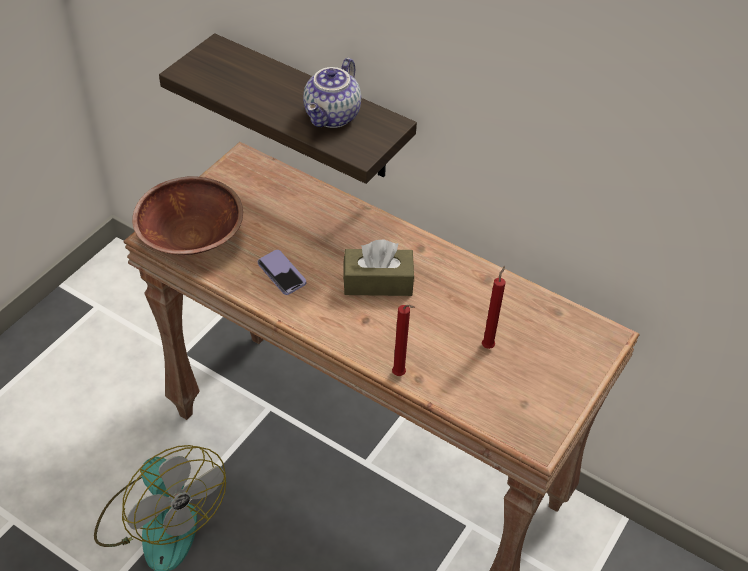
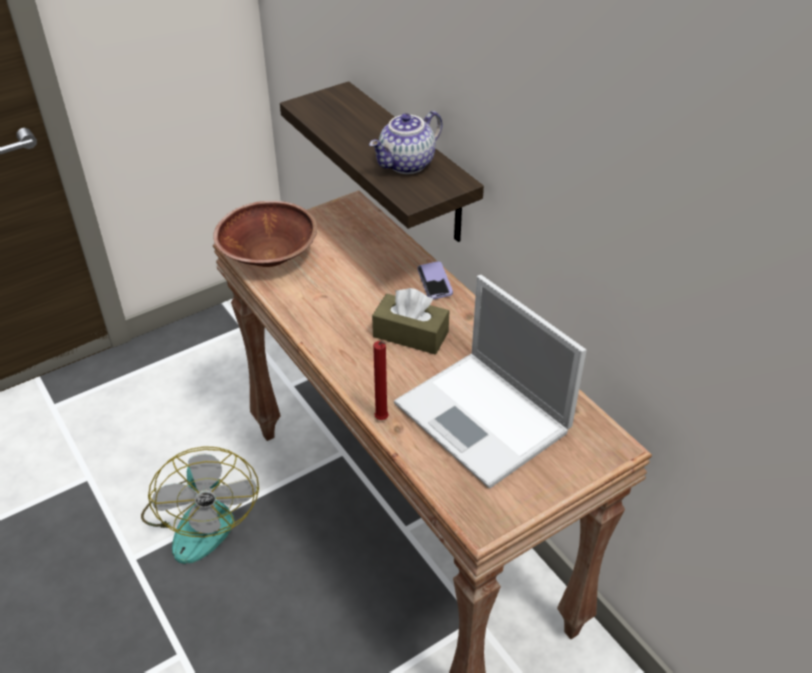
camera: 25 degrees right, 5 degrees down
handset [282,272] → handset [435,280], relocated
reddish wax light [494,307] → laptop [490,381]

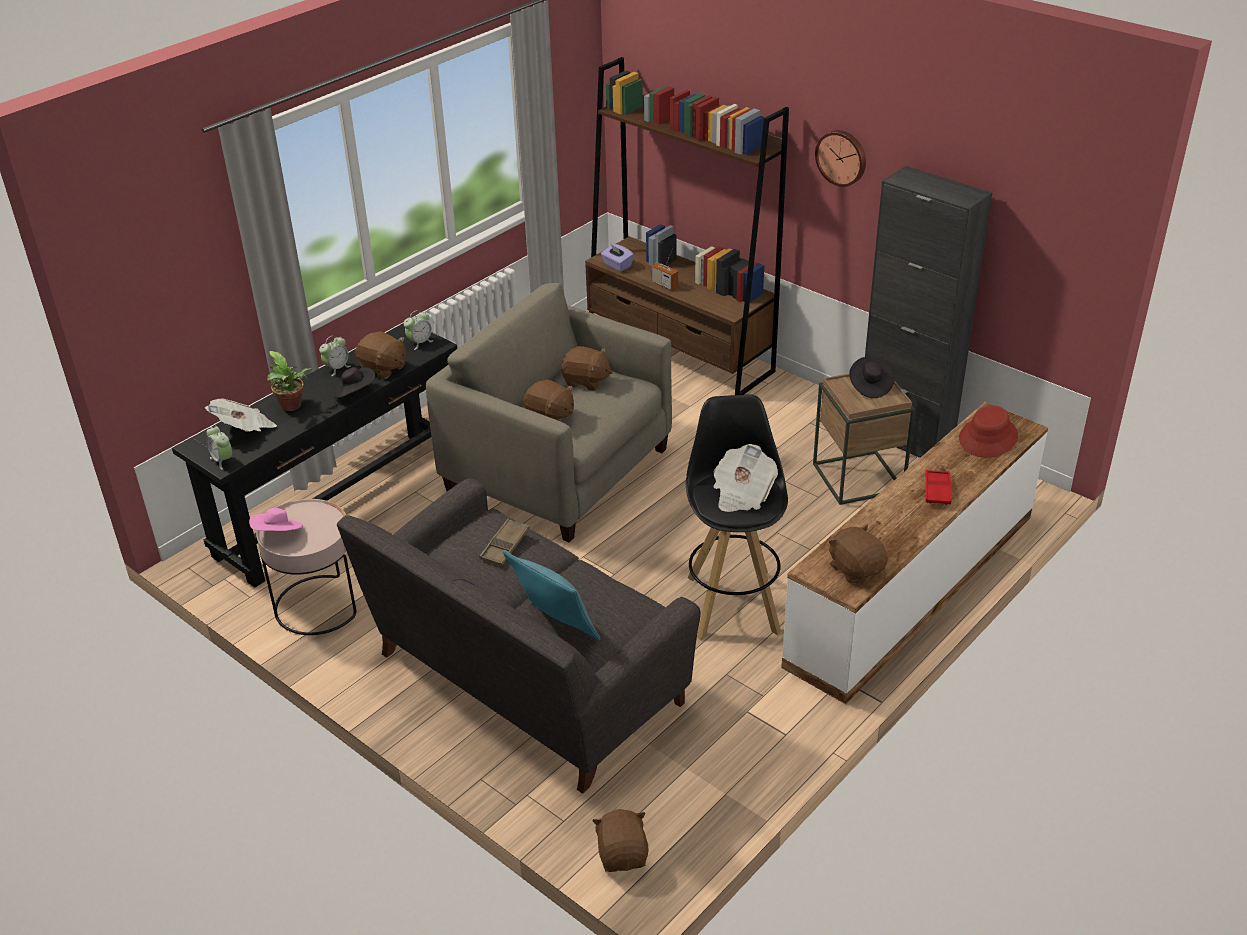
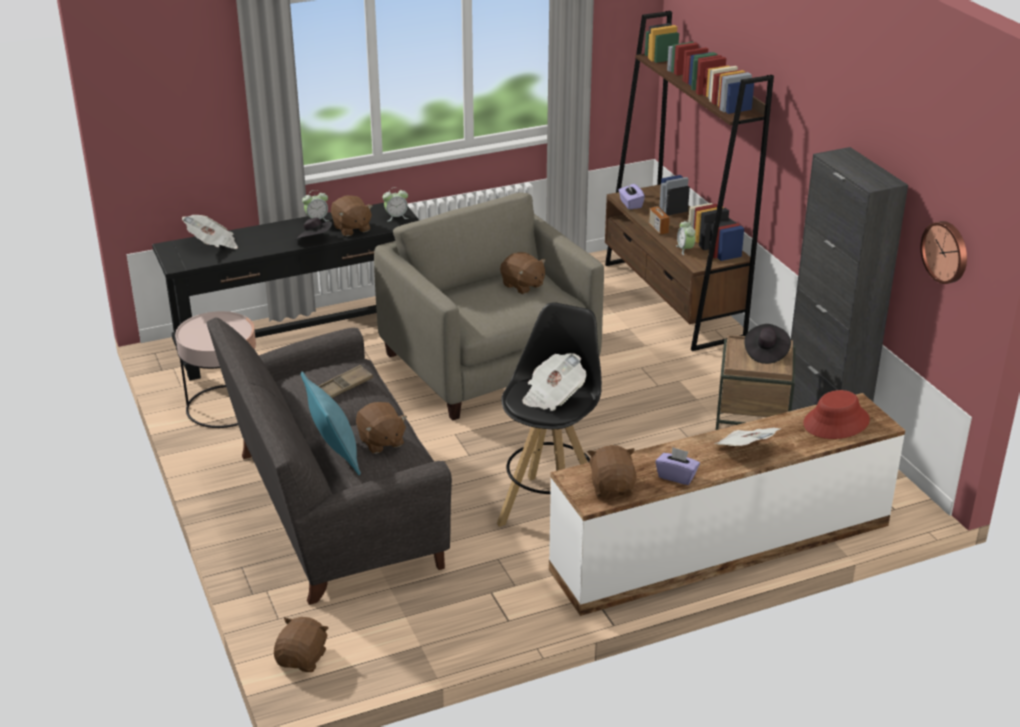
camera: 25 degrees right, 5 degrees down
table clock [219,448] → table clock [686,237], relocated
pinkish wearable hat [276,519] → -
houseplant [289,381] → -
brown soft toy [548,400] → brown soft toy [381,428], relocated
wall clock [840,158] → wall clock [944,252], relocated
reddish serving tray [938,487] → printed paper [747,437]
- → purple tissue box [678,466]

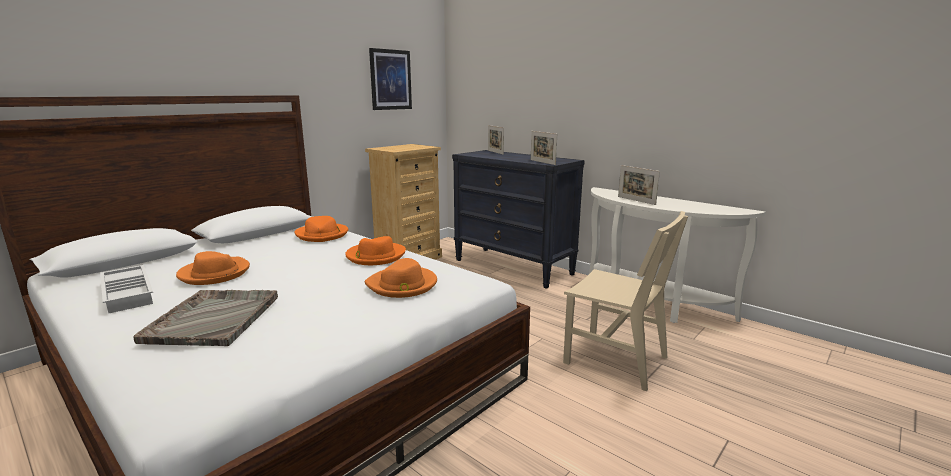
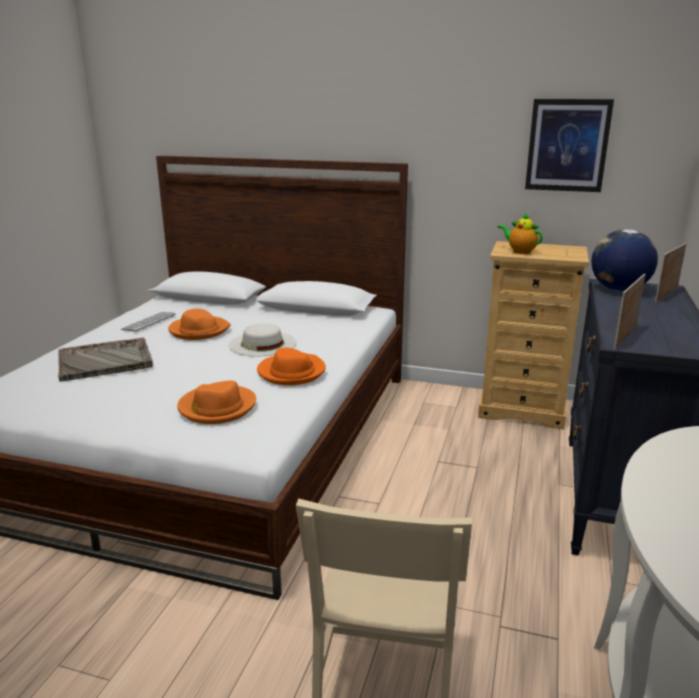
camera: 65 degrees right, 5 degrees up
whitish serving tray [126,289] → PC keyboard [148,322]
orange-coloured wearable hat [321,229] → -
photo frame [639,185] → -
- → whitish wearable hat [262,339]
- → tea pot [520,233]
- → desk globe [624,260]

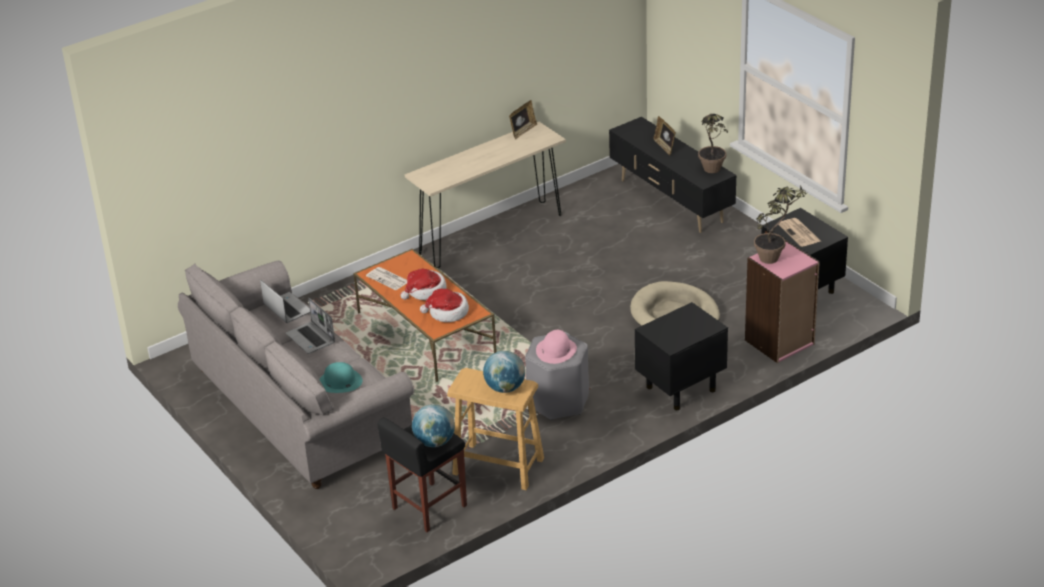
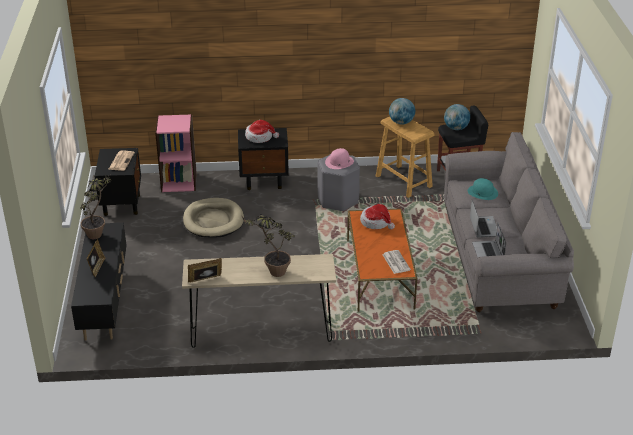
camera: 150 degrees left, 0 degrees up
wearable hat [423,284] → wearable hat [262,131], relocated
houseplant [780,224] → houseplant [268,246], relocated

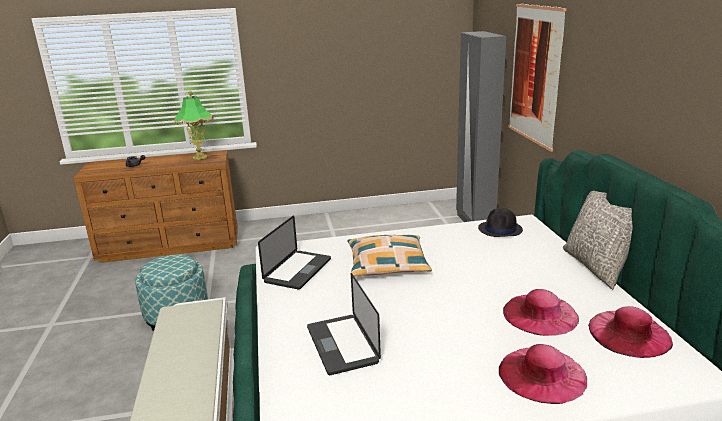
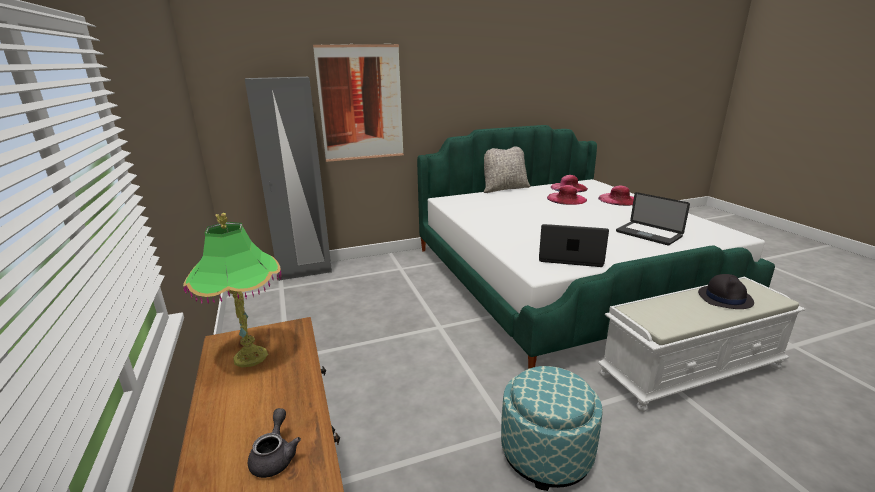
camera: 100 degrees left, 0 degrees up
laptop [344,324] → laptop [653,218], 75 degrees clockwise
throw pillow [389,255] → -
black-coloured wearable hat [500,222] → black-coloured wearable hat [726,291], relocated

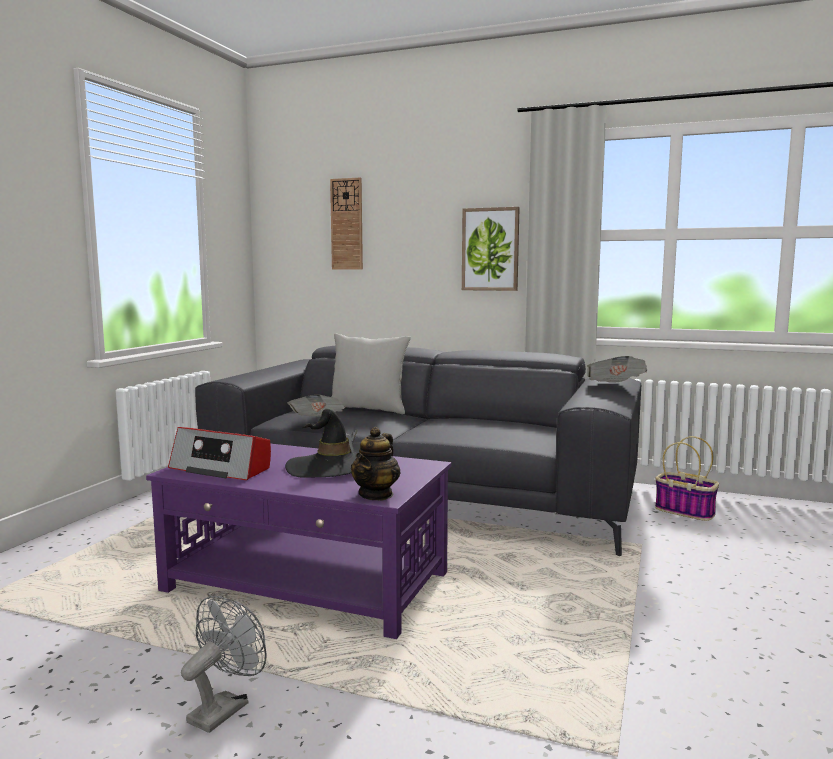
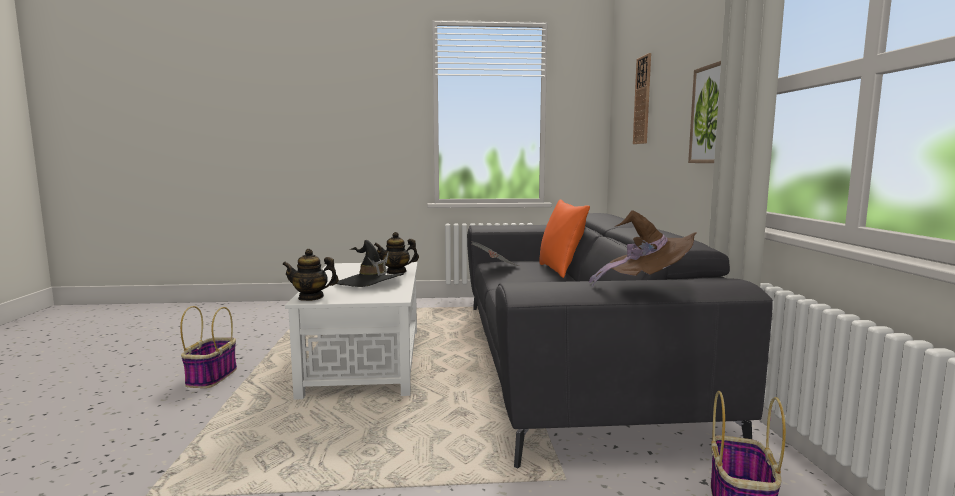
camera: 65 degrees right, 0 degrees up
purple lounge table [299,541] → whitish lounge table [351,331]
radio set [219,453] → -
greyish fan [224,664] → storage basket [208,347]
greyish throw pillow [371,374] → orange-coloured throw pillow [564,238]
printed paper [617,369] → brown wearable hat [643,248]
- → tea pot [396,253]

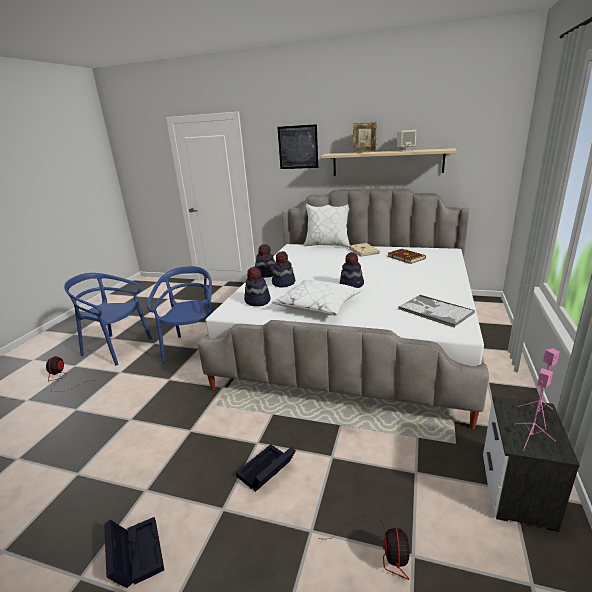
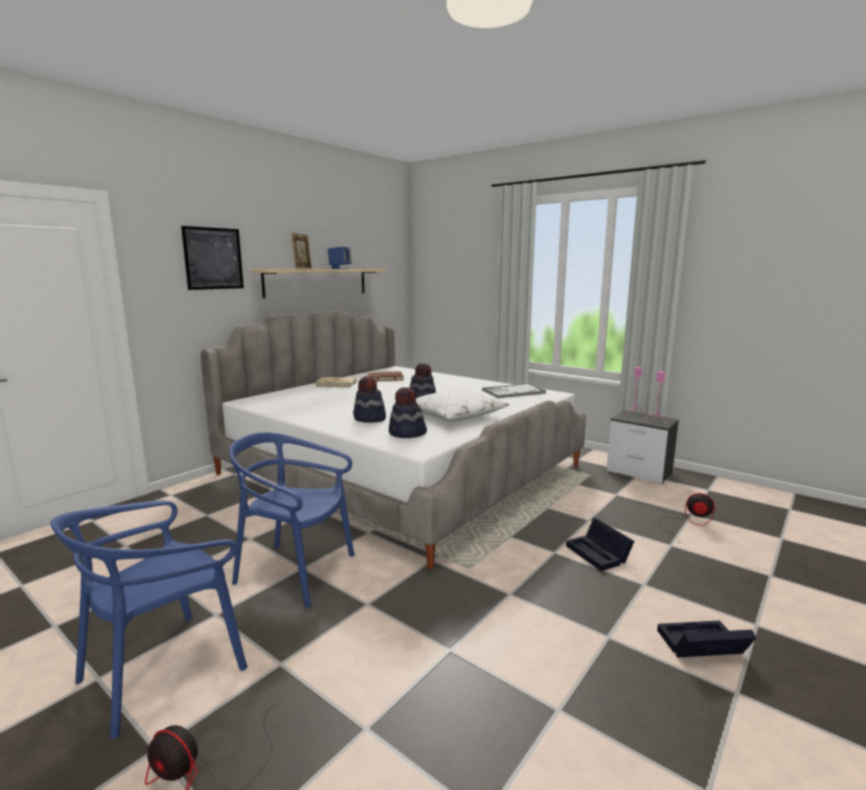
camera: 70 degrees left, 10 degrees down
wearable hat [265,261] → -
whitish throw pillow [326,225] → -
beige loudspeaker [406,141] → blue loudspeaker [340,257]

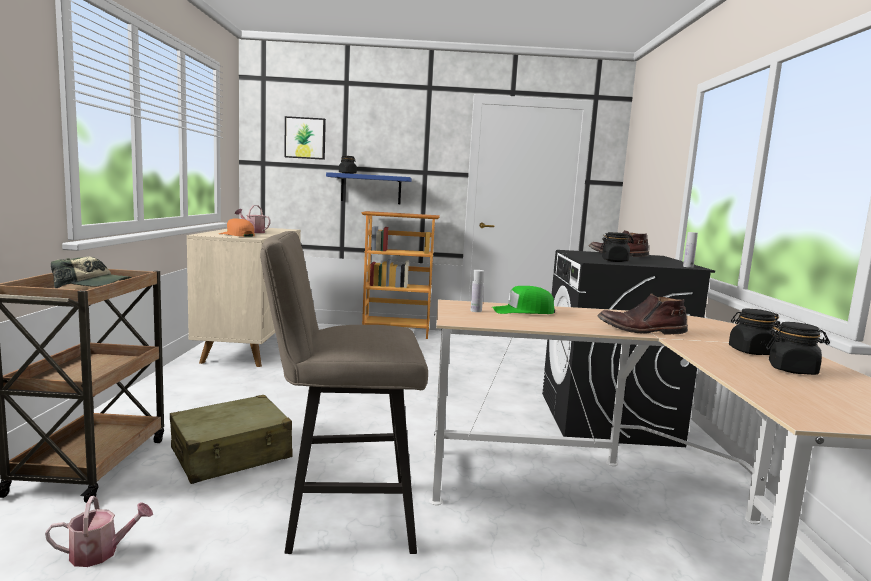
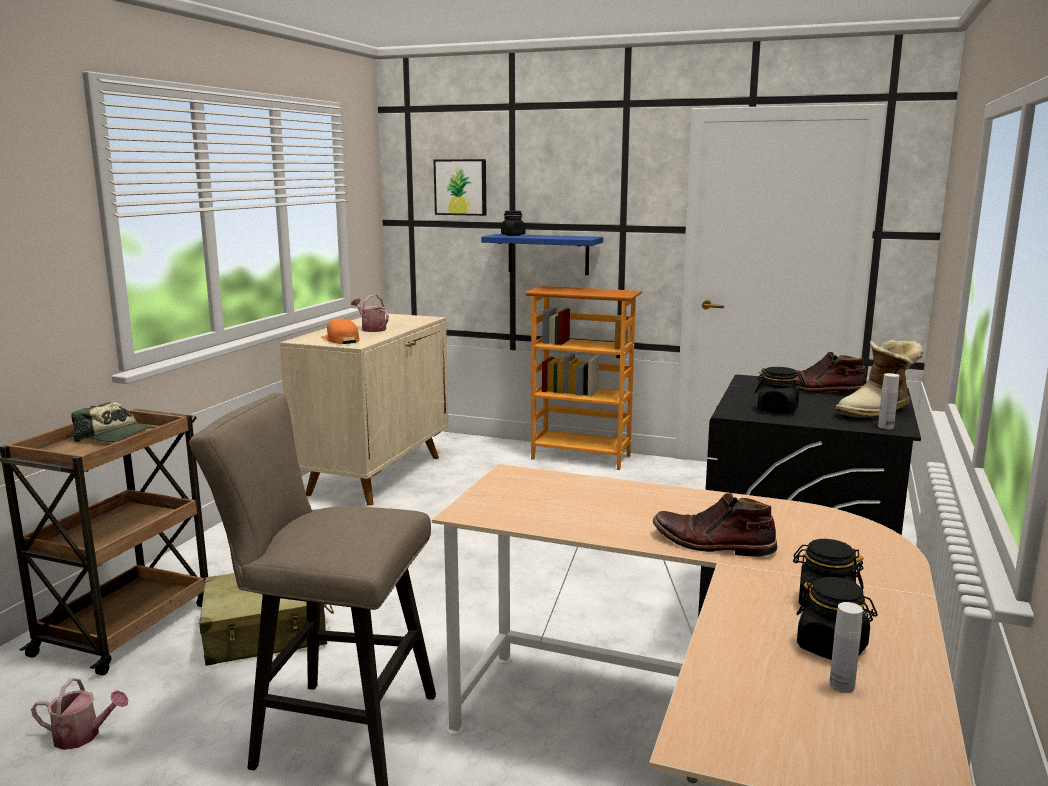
camera: 20 degrees right, 5 degrees up
whitish beverage bottle [477,291] → whitish beverage bottle [846,647], relocated
green peaked cap [523,300] → -
- → high-top boot [879,379]

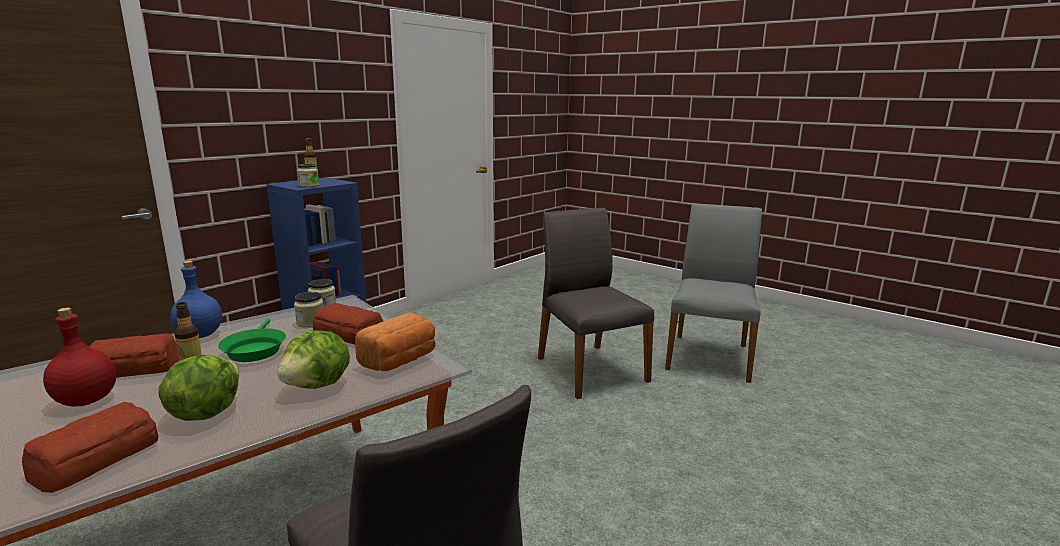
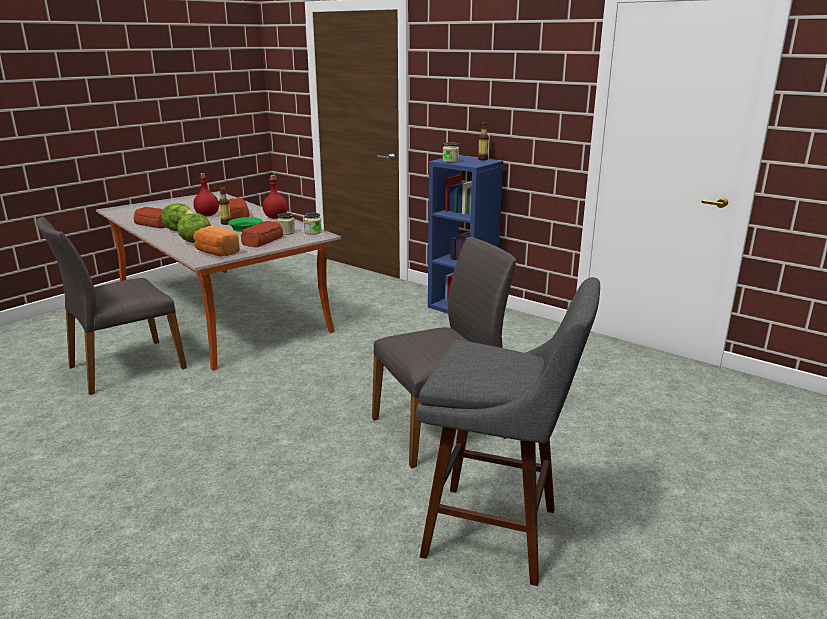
camera: 90 degrees right, 5 degrees up
blue beverage bottle [196,299] → reddish beverage bottle [275,197]
greyish chair [713,293] → greyish stool seat [508,431]

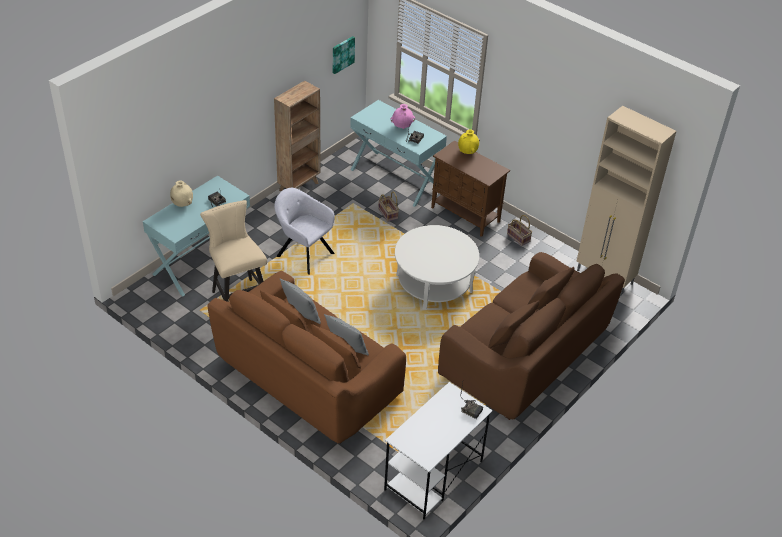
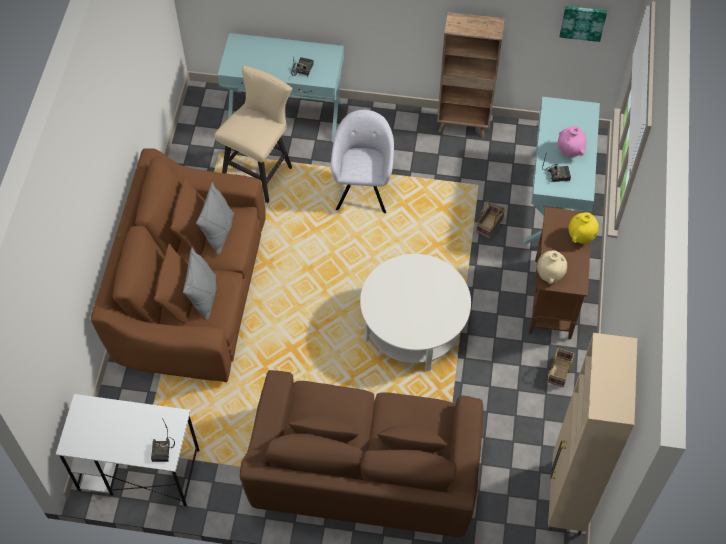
camera: 60 degrees right, 15 degrees up
beige decorative vase [181,193] → beige decorative vase [552,267], relocated

